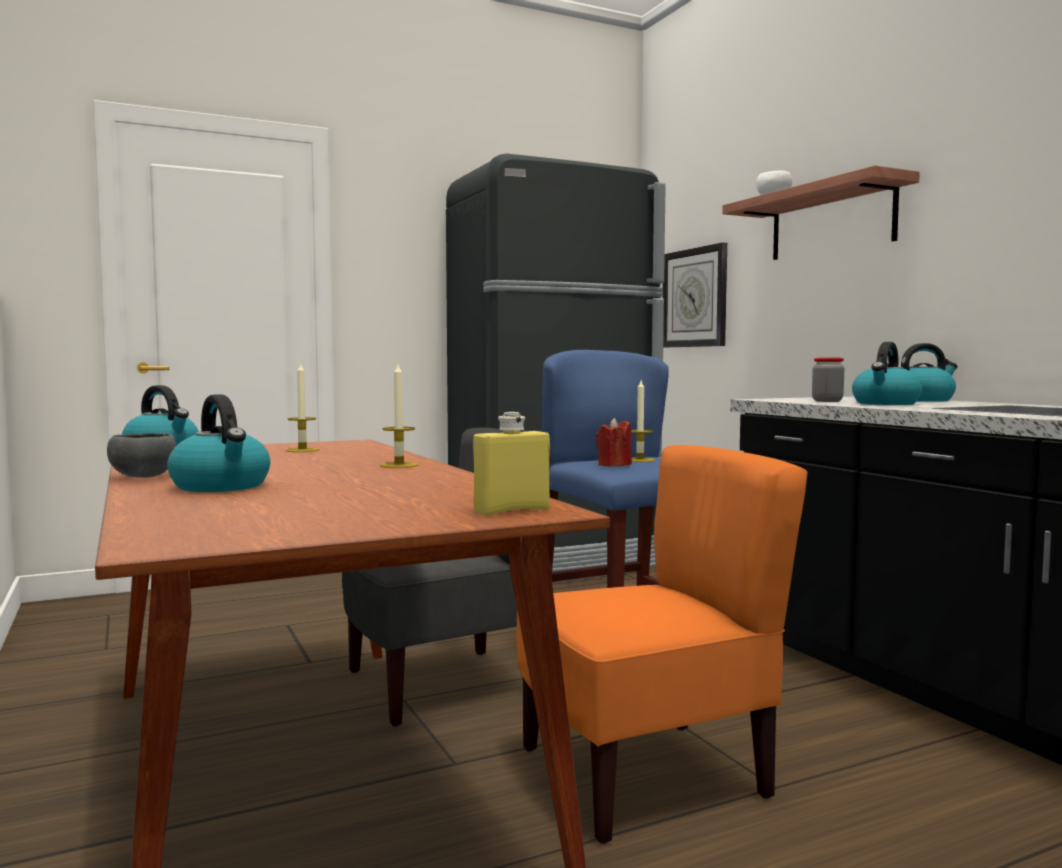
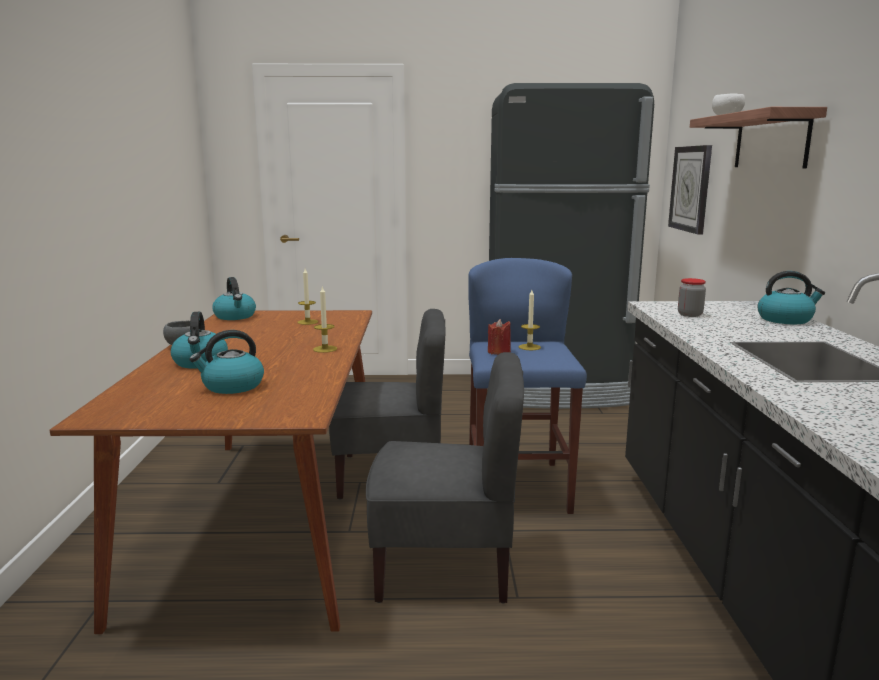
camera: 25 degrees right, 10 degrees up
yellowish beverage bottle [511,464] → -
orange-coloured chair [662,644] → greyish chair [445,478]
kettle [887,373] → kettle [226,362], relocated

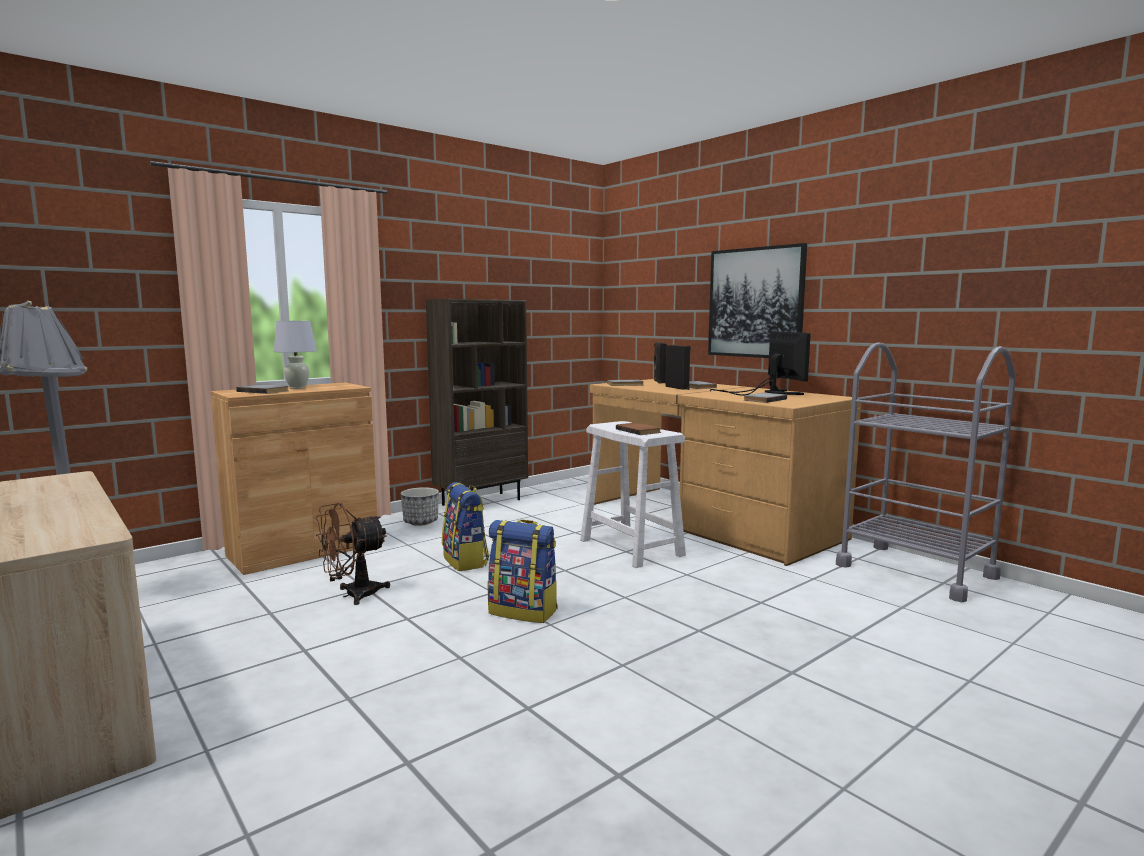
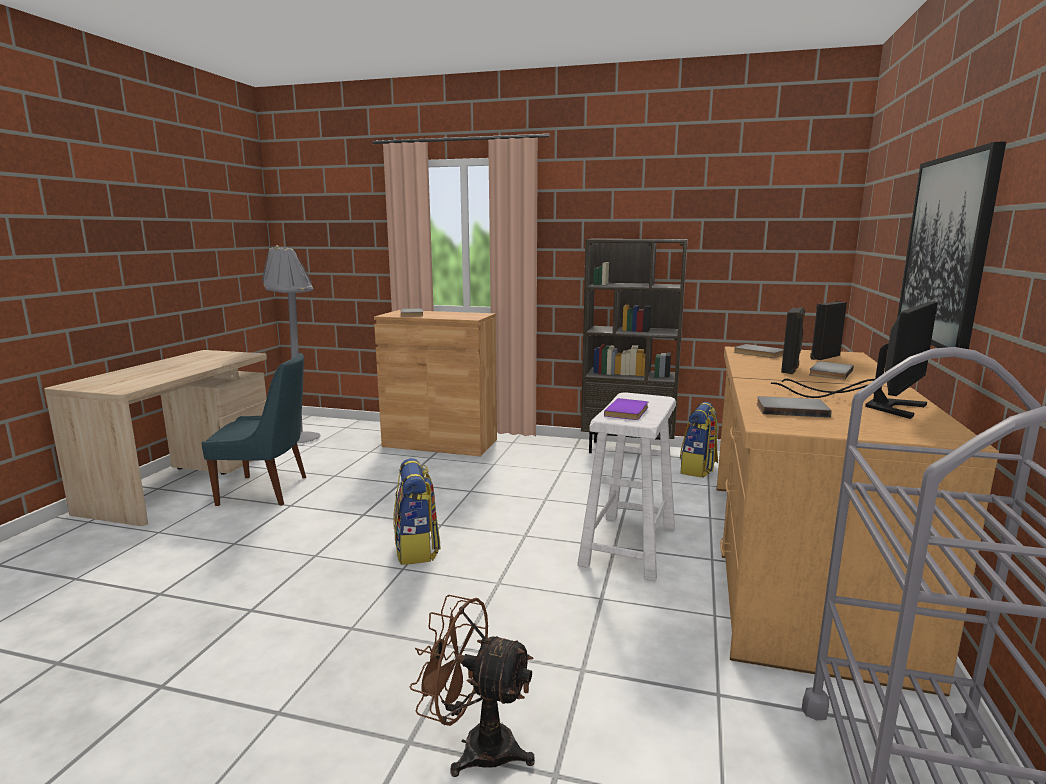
camera: 55 degrees right, 5 degrees up
whitish tabletop lamp [295,355] → -
brown fan [353,554] → brown fan [472,686], relocated
plant pot [420,506] → -
knapsack [465,526] → knapsack [699,440], relocated
brown volume [638,428] → purple volume [626,409]
- → blue chair [254,429]

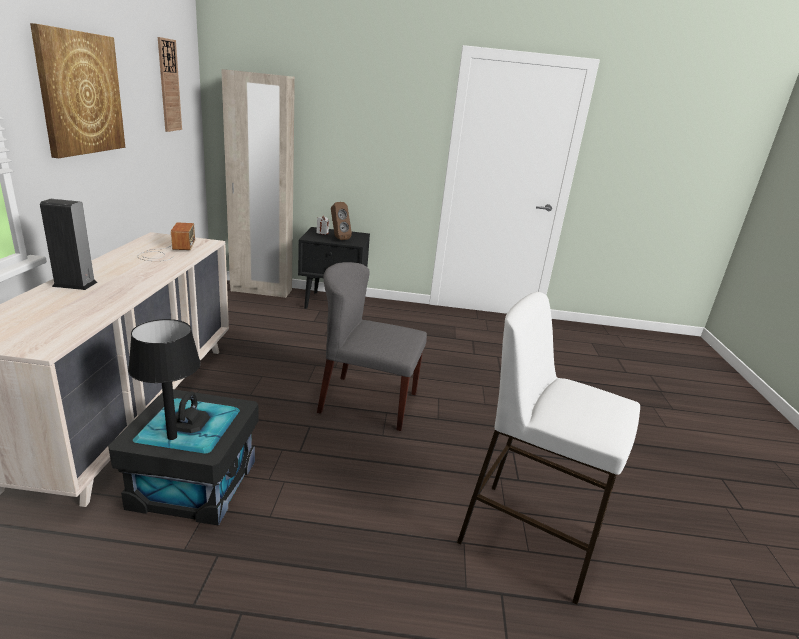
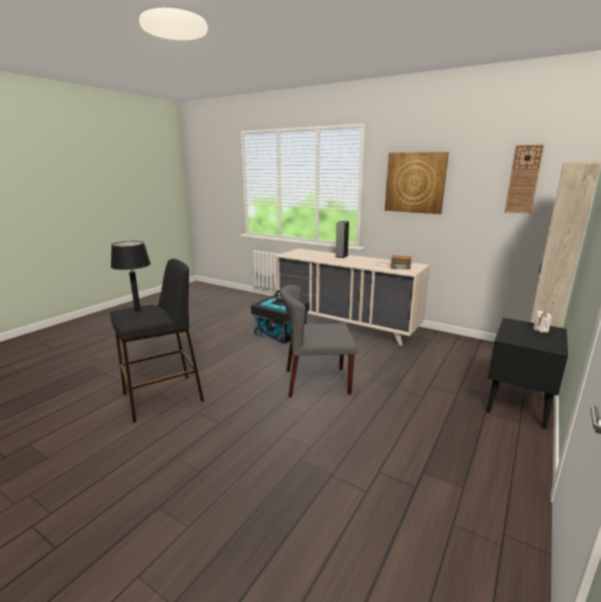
camera: 120 degrees right, 5 degrees down
black-coloured tabletop lamp [164,379] → black-coloured tabletop lamp [131,276], relocated
greyish chair [372,346] → greyish chair [318,341], 135 degrees counterclockwise
brown loudspeaker [341,221] → -
whitish stool seat [548,448] → black-coloured stool seat [157,341]

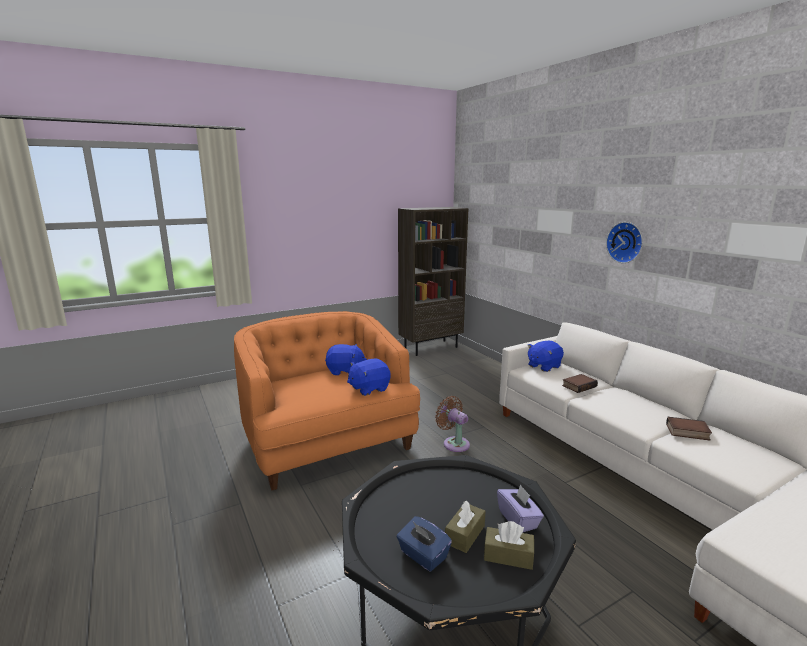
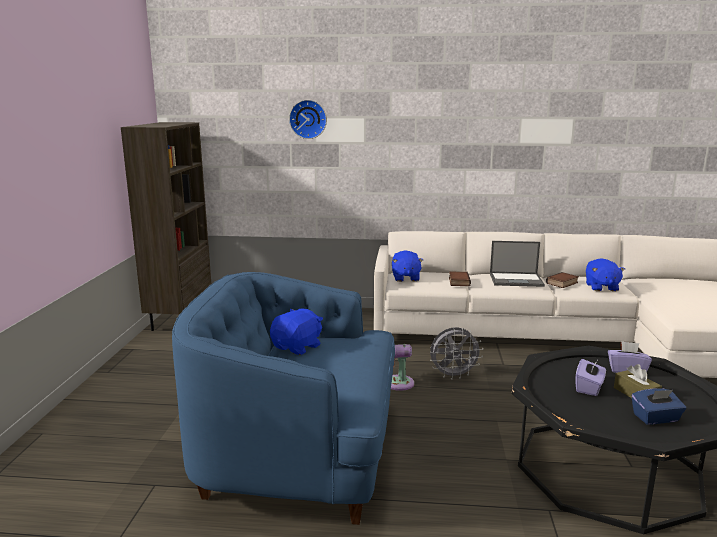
camera: 55 degrees left, 0 degrees up
orange-coloured armchair [327,401] → blue armchair [283,398]
blue soft toy [369,377] → blue soft toy [605,275], relocated
brown tissue box [509,545] → -
wall clock [624,242] → wall clock [308,119], relocated
- → greyish fan [456,353]
- → laptop [517,264]
- → purple tissue box [591,377]

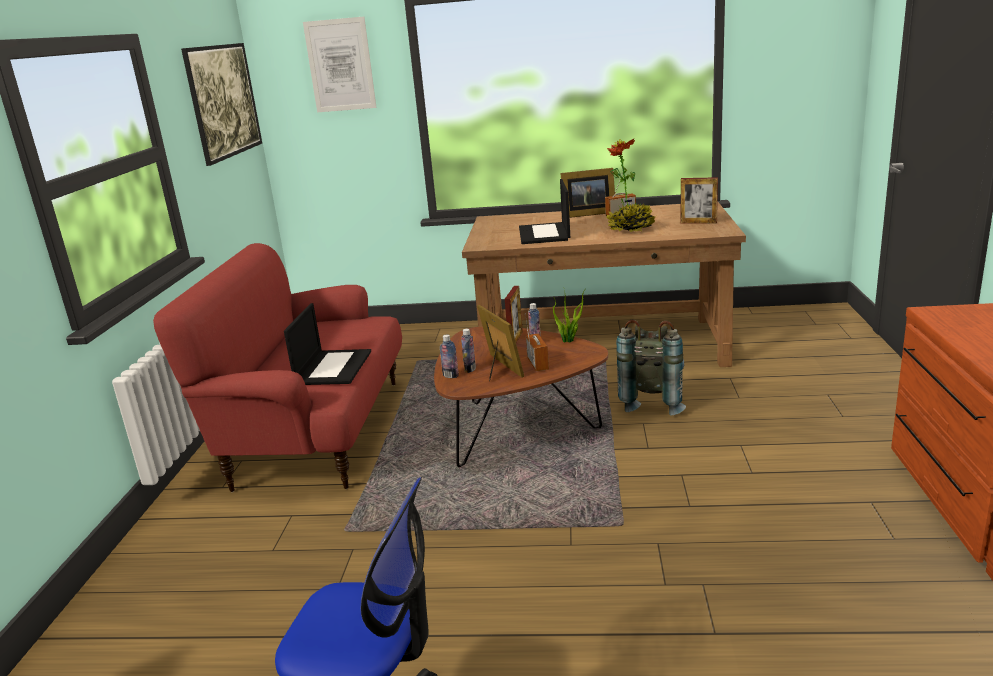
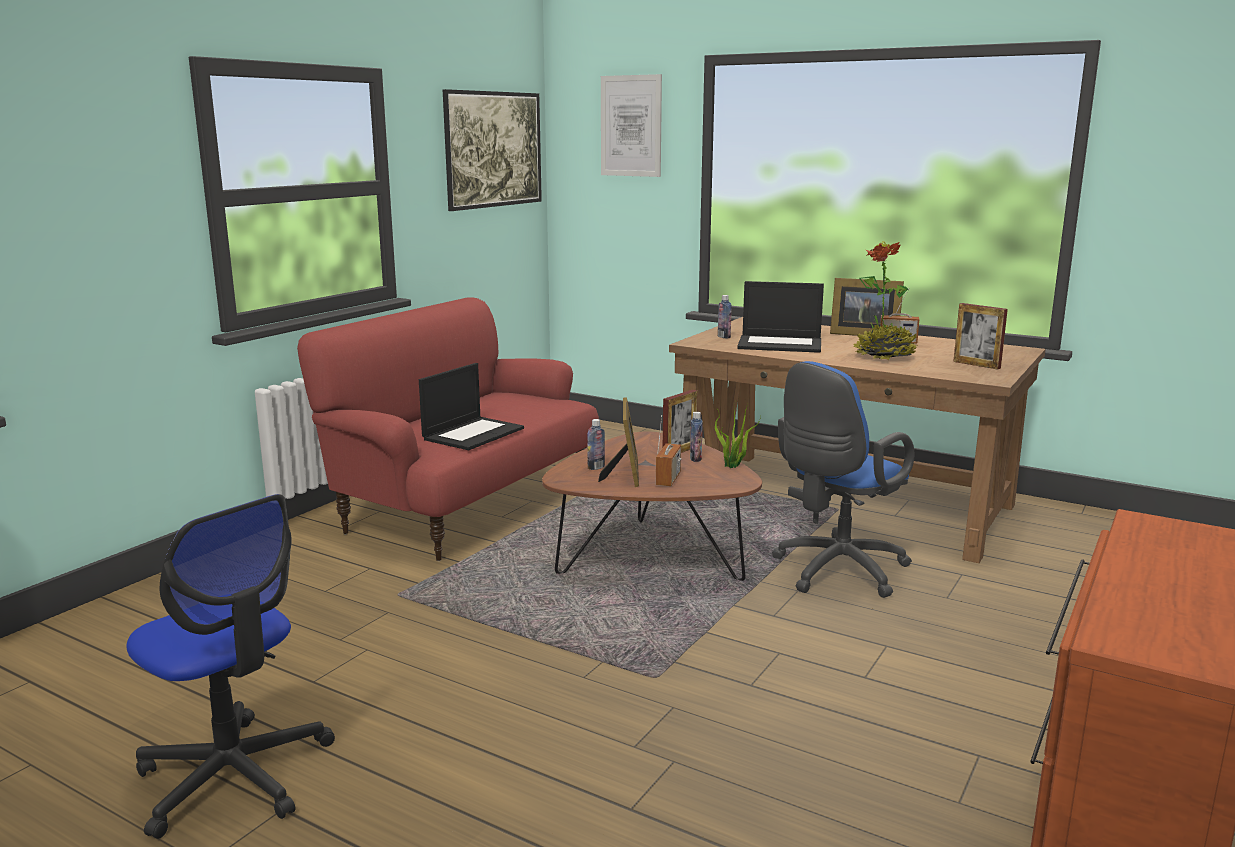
camera: 25 degrees right, 5 degrees down
beverage bottle [449,356] → beverage bottle [725,317], relocated
laptop [544,211] → laptop [780,317], 105 degrees counterclockwise
greyish knapsack [651,367] → blue desk chair [843,479]

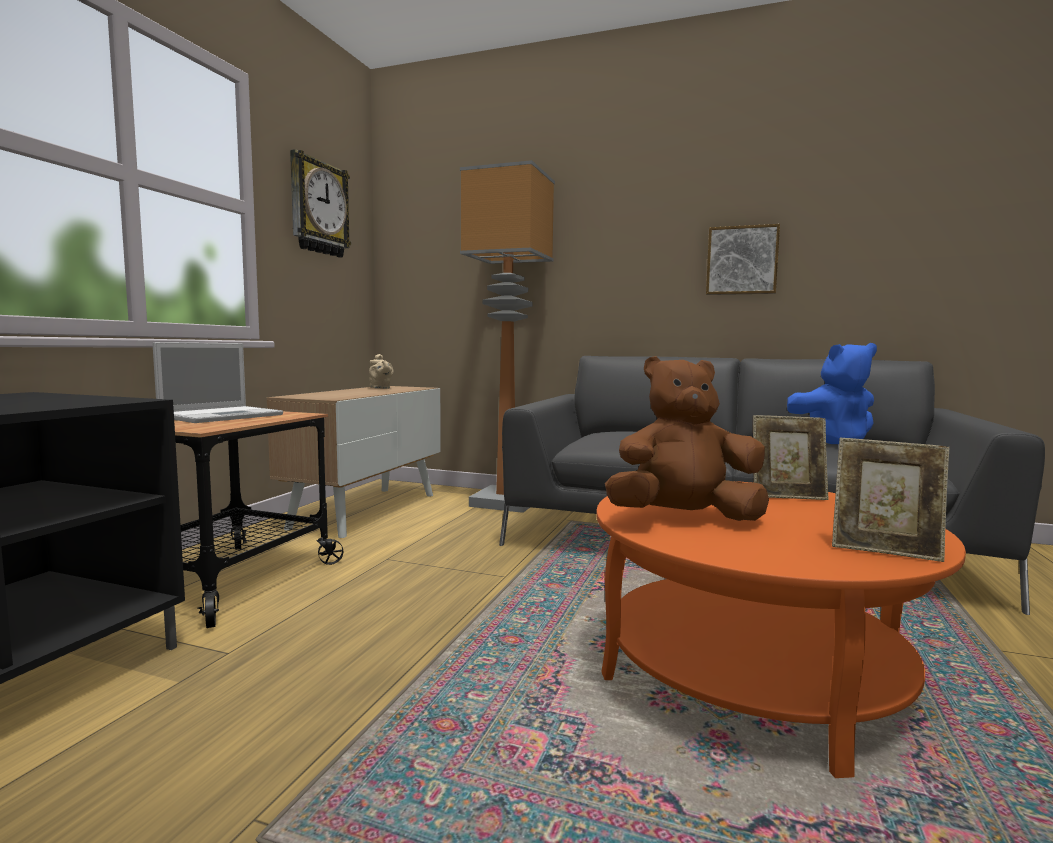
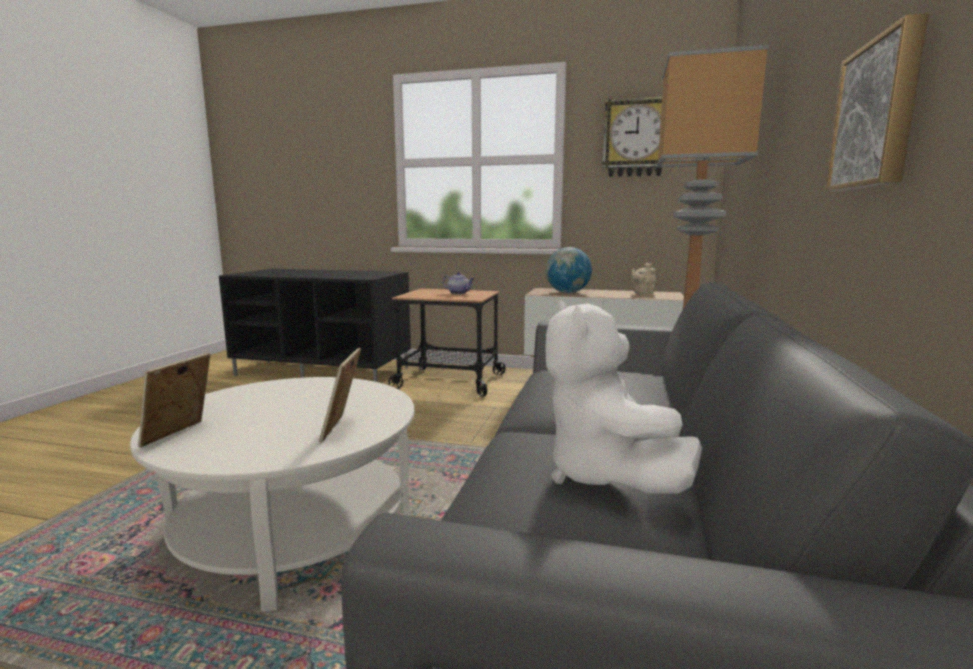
camera: 85 degrees right, 5 degrees up
laptop [218,382] → tea pot [459,283]
orange-coloured lounge table [781,629] → whitish lounge table [272,494]
brown soft toy [687,438] → -
blue soft toy [832,393] → whitish soft toy [624,396]
- → desk globe [569,270]

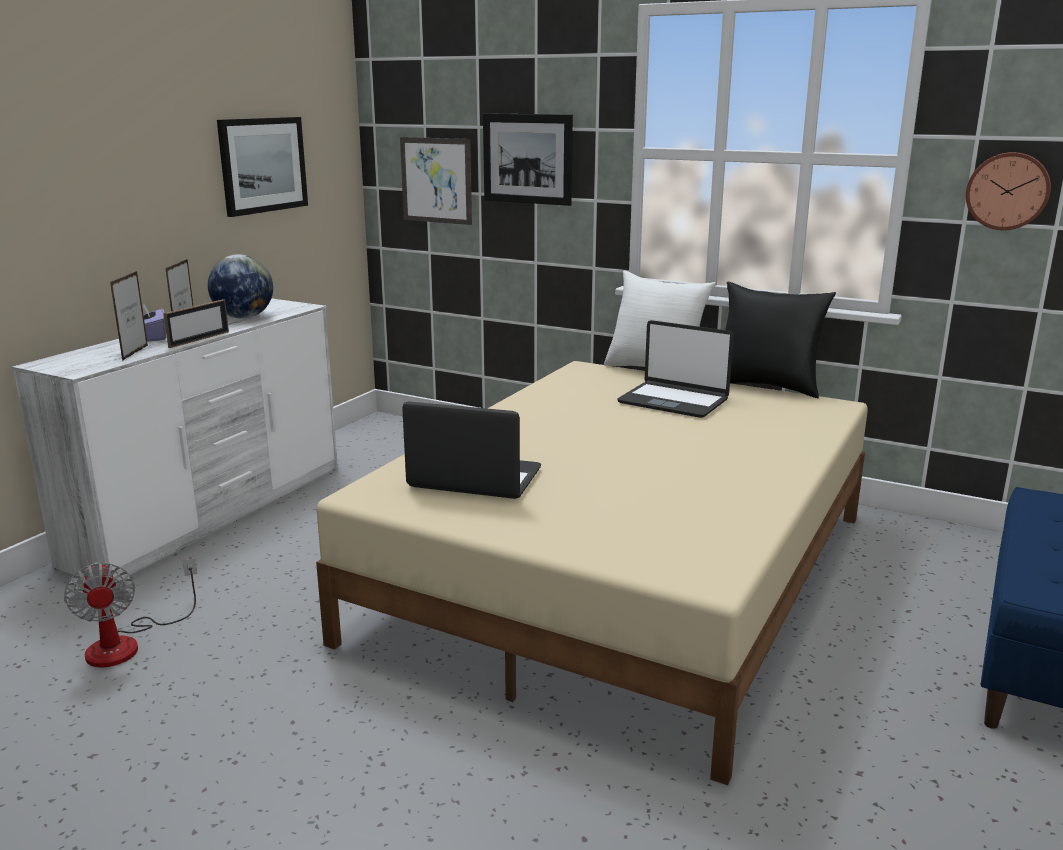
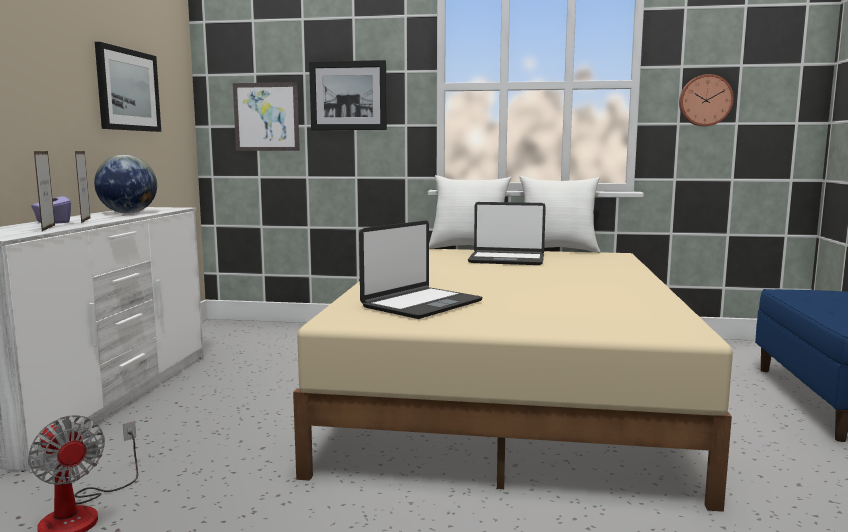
camera: 20 degrees left, 10 degrees down
photo frame [196,323] → -
laptop [471,450] → laptop [421,269], 135 degrees clockwise
black-coloured throw pillow [781,340] → whitish throw pillow [559,214]

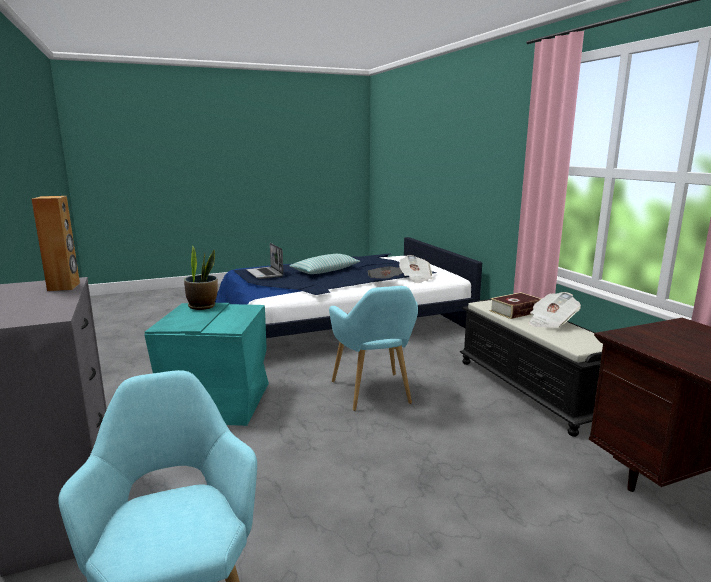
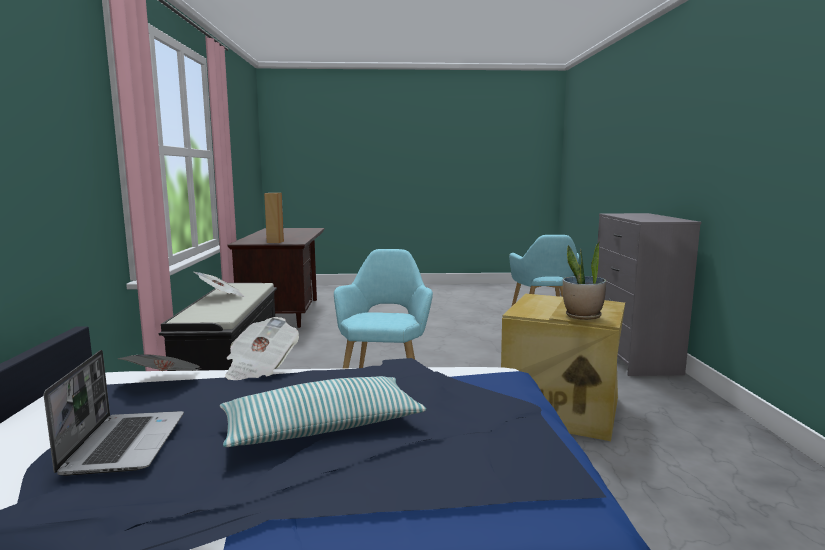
camera: 160 degrees left, 5 degrees down
brown loudspeaker [55,243] → brown loudspeaker [274,218], relocated
blue-green storage container [206,364] → beige storage container [563,367]
laptop [265,261] → laptop [114,413], relocated
volume [515,305] → -

